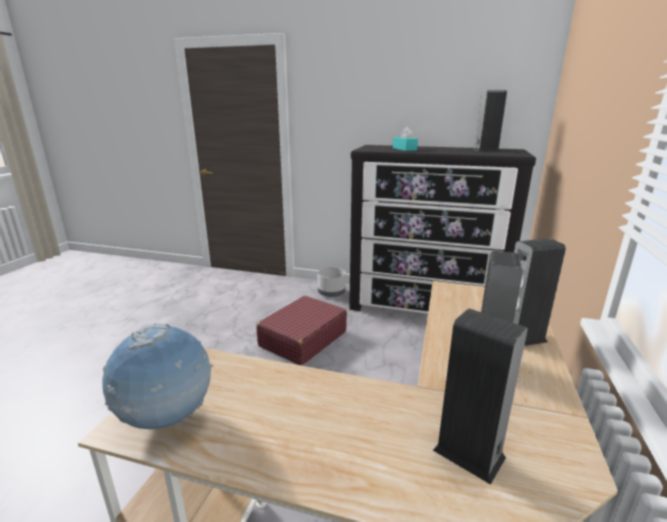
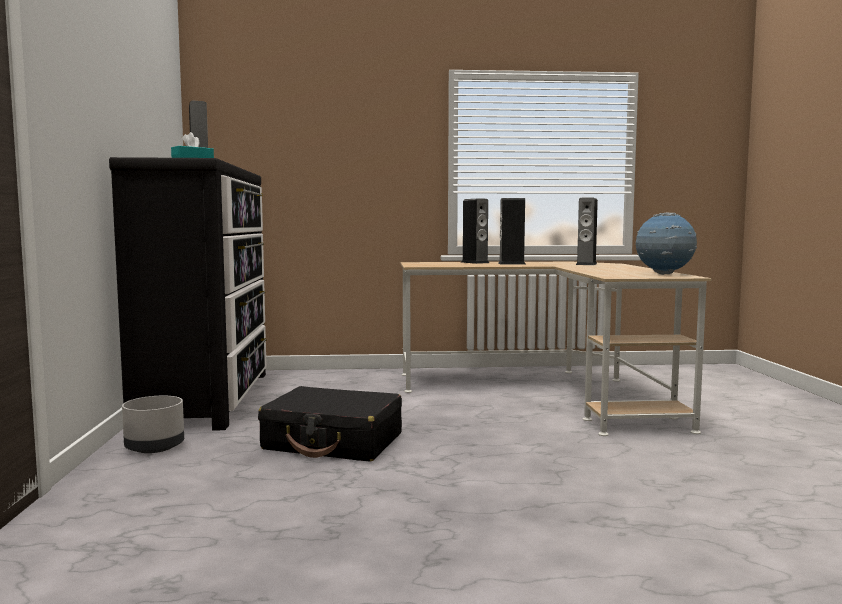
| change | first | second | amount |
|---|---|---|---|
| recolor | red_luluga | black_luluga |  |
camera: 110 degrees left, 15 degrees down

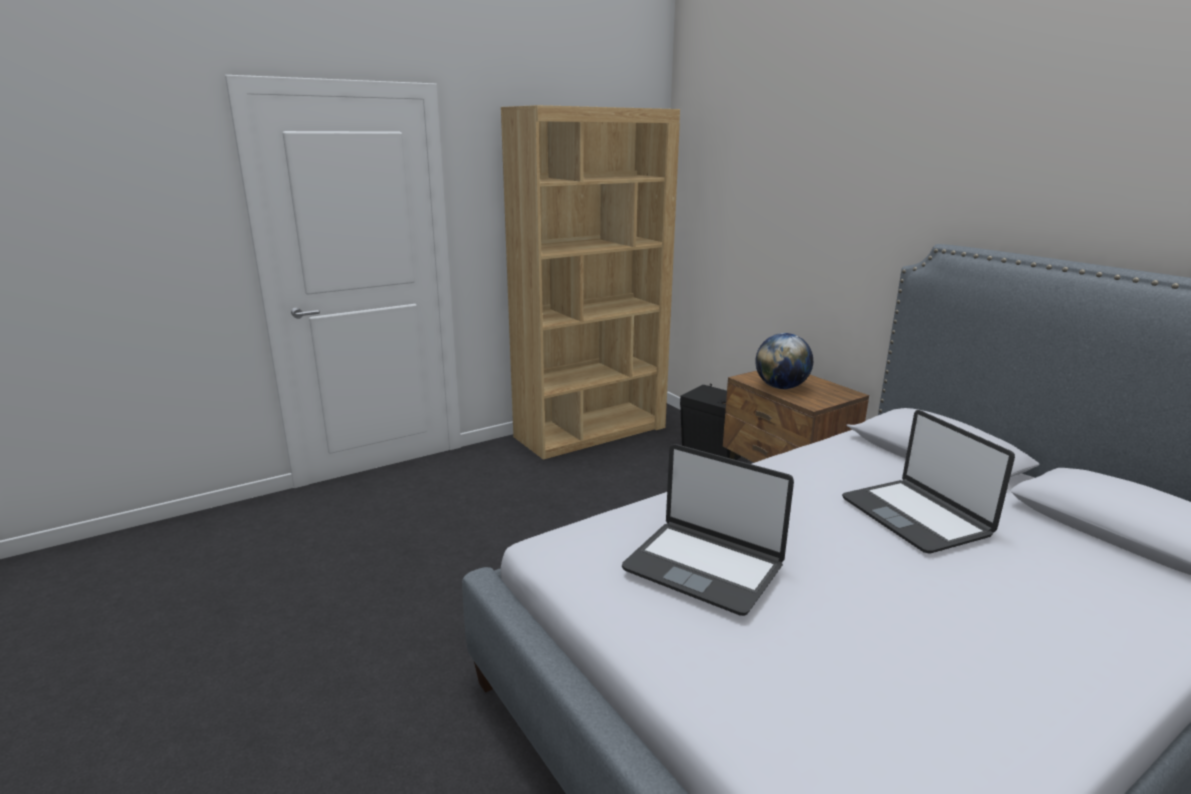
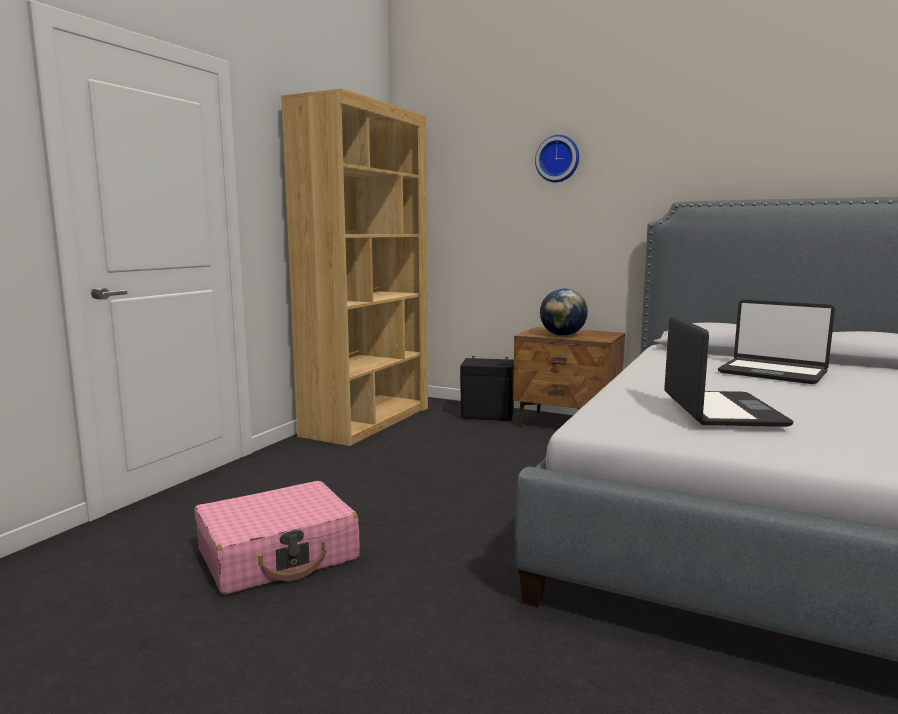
| change | first | second | amount |
|---|---|---|---|
| rotate | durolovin (1st from left) |  | 90 degrees counterclockwise |
| insert |  | pink_luluga |  |
| insert |  | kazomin |  |
camera: 30 degrees left, 10 degrees down

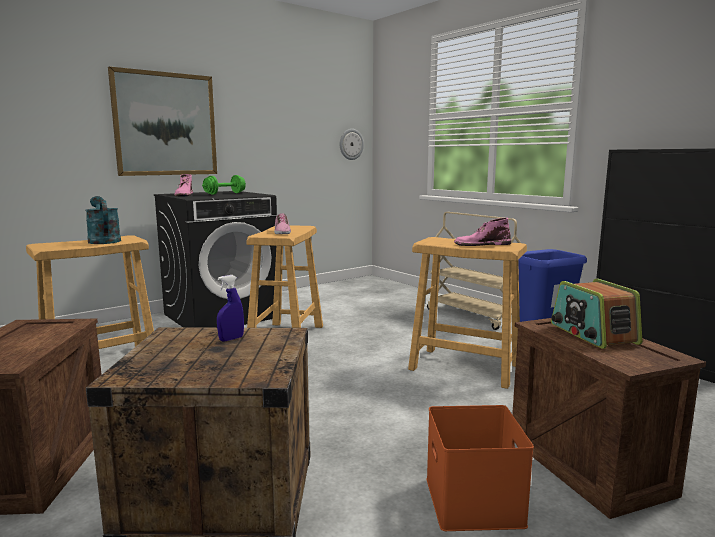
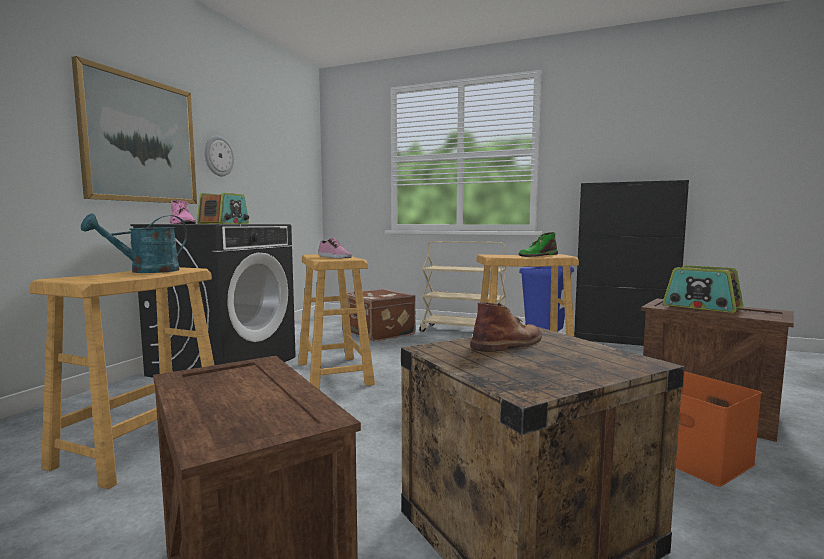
| change | first | second | amount |
|---|---|---|---|
| rotate | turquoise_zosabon |  | 75 degrees counterclockwise |
| replace | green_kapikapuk | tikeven (1st from left) |  |
| replace | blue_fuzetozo | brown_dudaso |  |
| move | kazomin |  |  |
| recolor | pink_dudaso (2nd from left) | green_dudaso |  |
| insert |  | brown_luluga |  |
camera: 30 degrees left, 5 degrees down

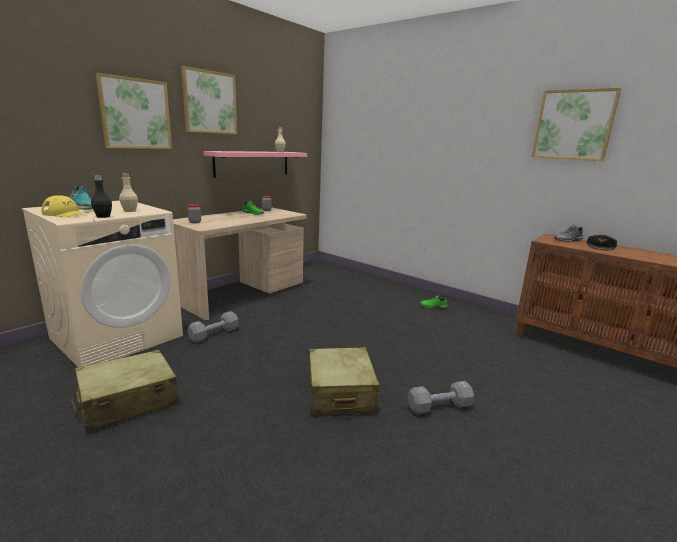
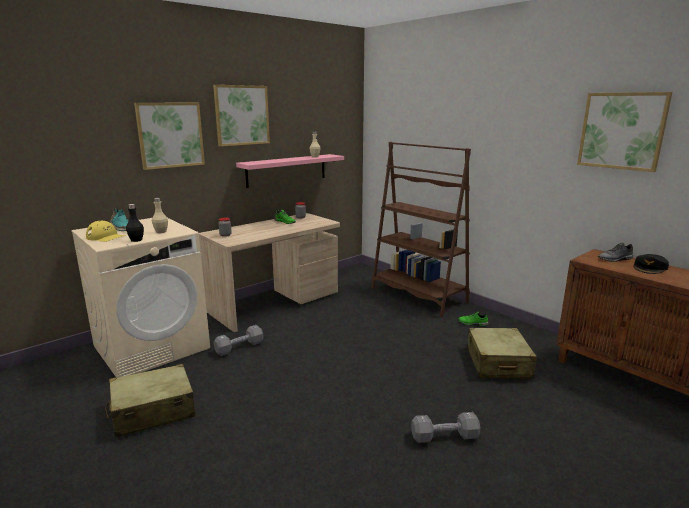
| change | first | second | amount |
|---|---|---|---|
| move | beige_luluga (2nd from left) |  |  |
| insert |  | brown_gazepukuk |  |
camera: 10 degrees right, 0 degrees up

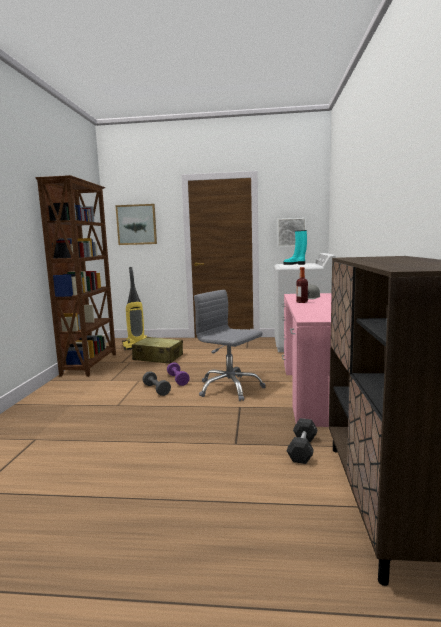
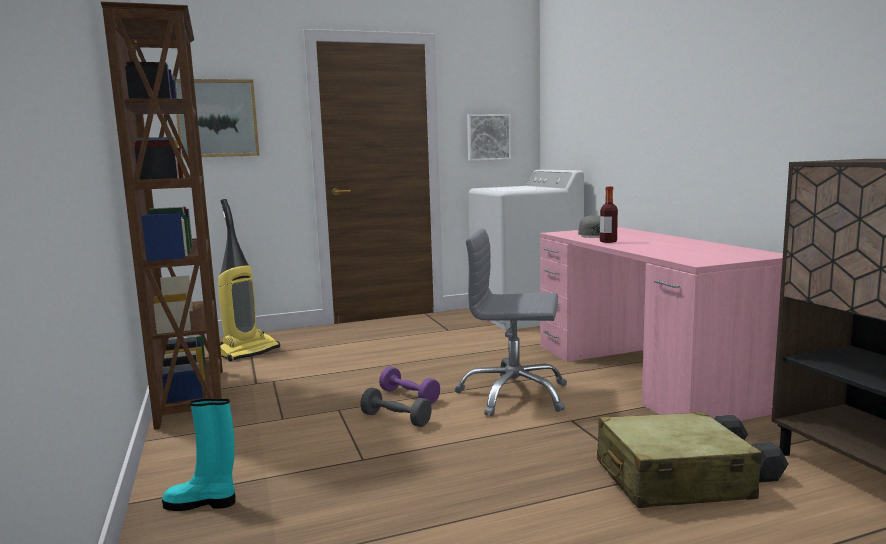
| change | first | second | amount |
|---|---|---|---|
| move | beige_luluga |  |  |
| move | turquoise_dudaso |  |  |
camera: 25 degrees left, 0 degrees up

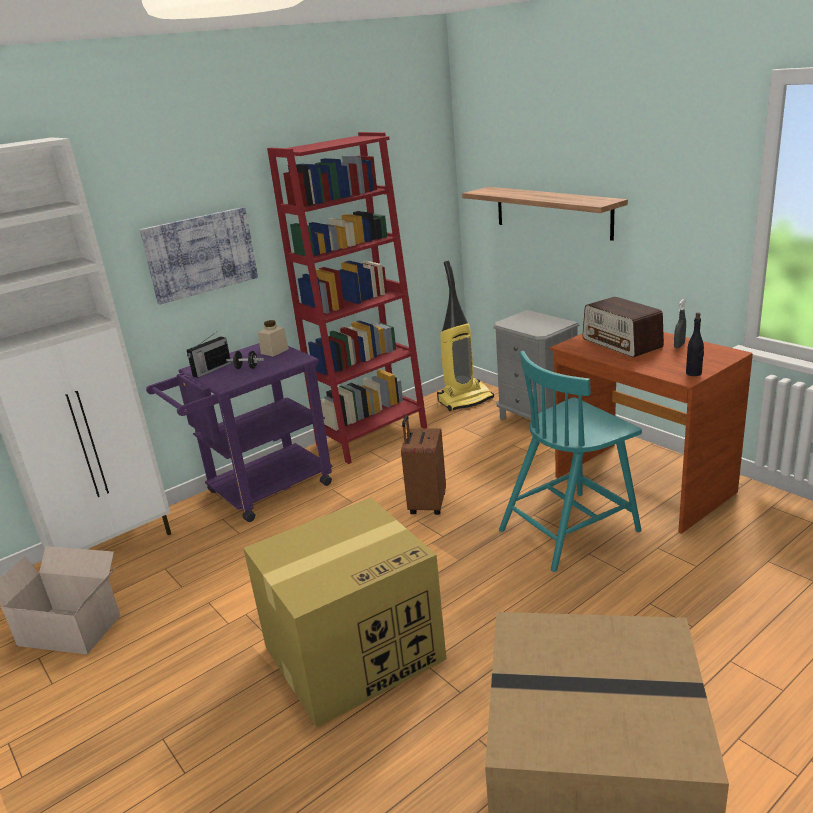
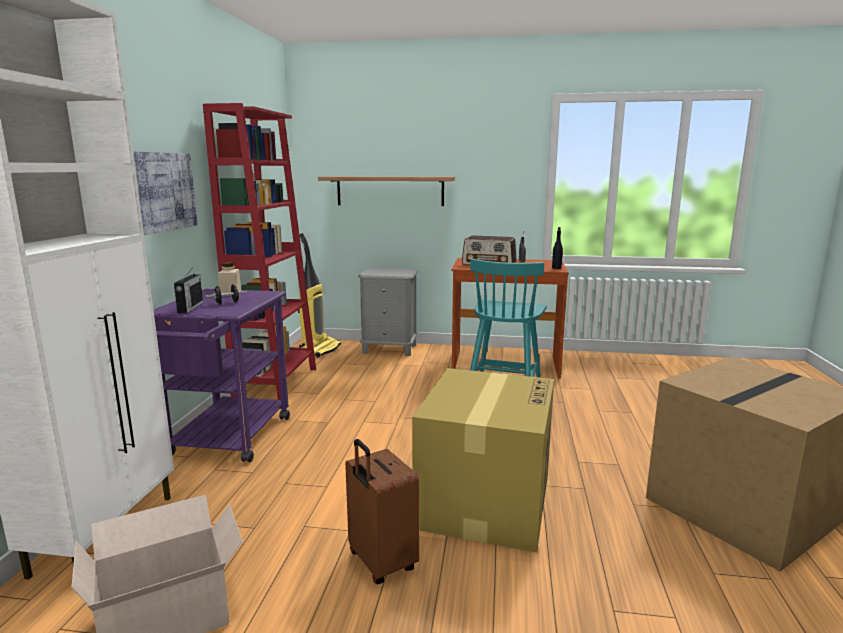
| change | first | second | amount |
|---|---|---|---|
| move | brown_luluga |  |  |
camera: 45 degrees left, 10 degrees down

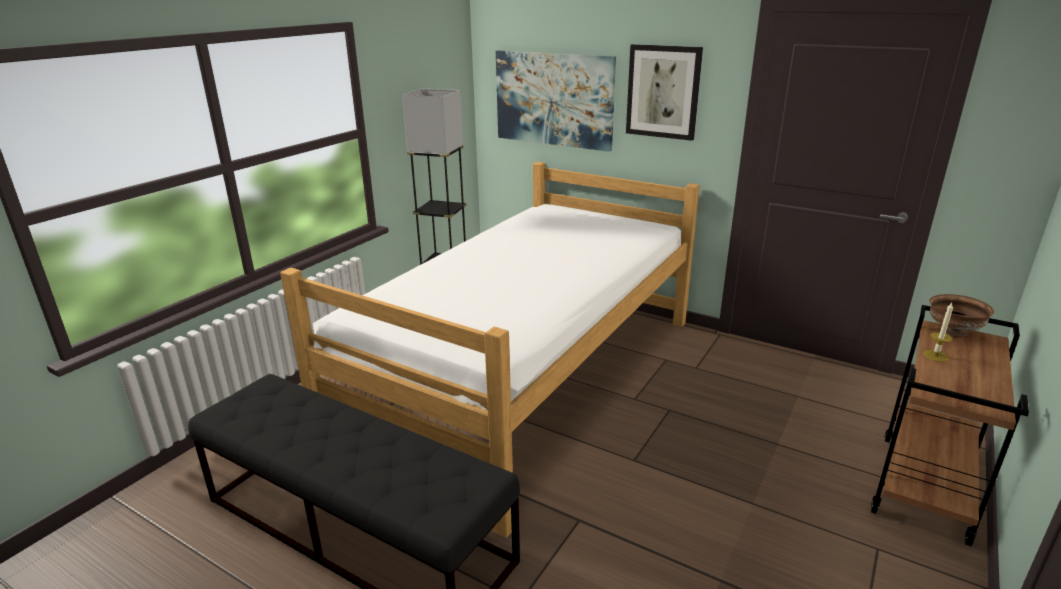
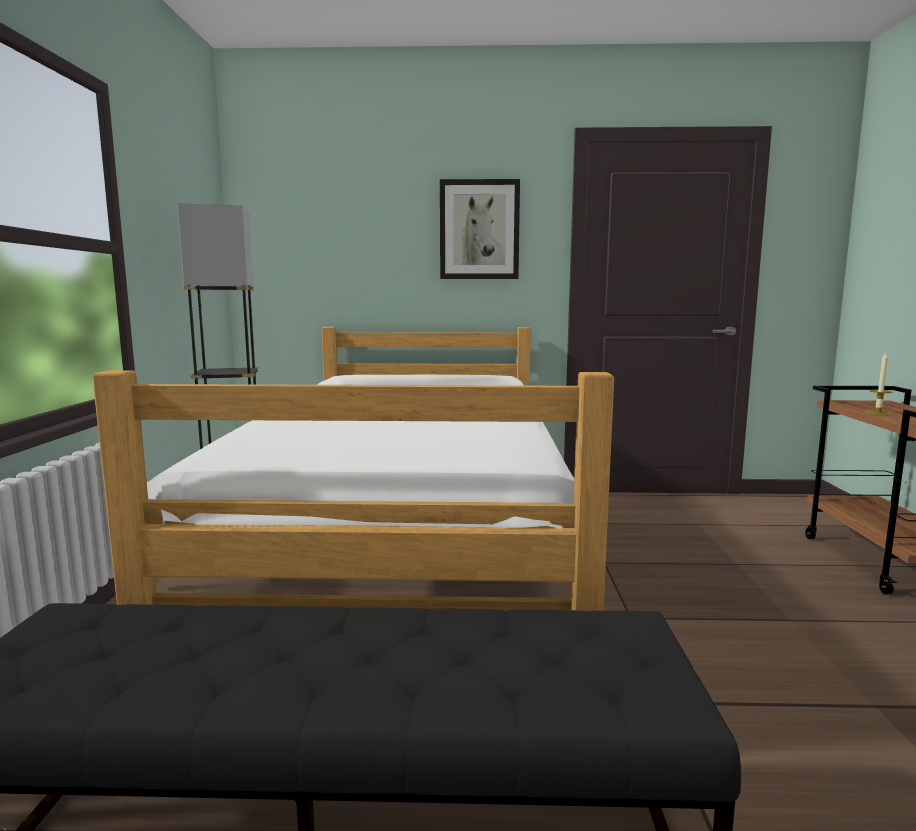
| change | first | second | amount |
|---|---|---|---|
| delete | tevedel (1st from left) |  |  |
| delete | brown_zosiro |  |  |
camera: 30 degrees left, 15 degrees down

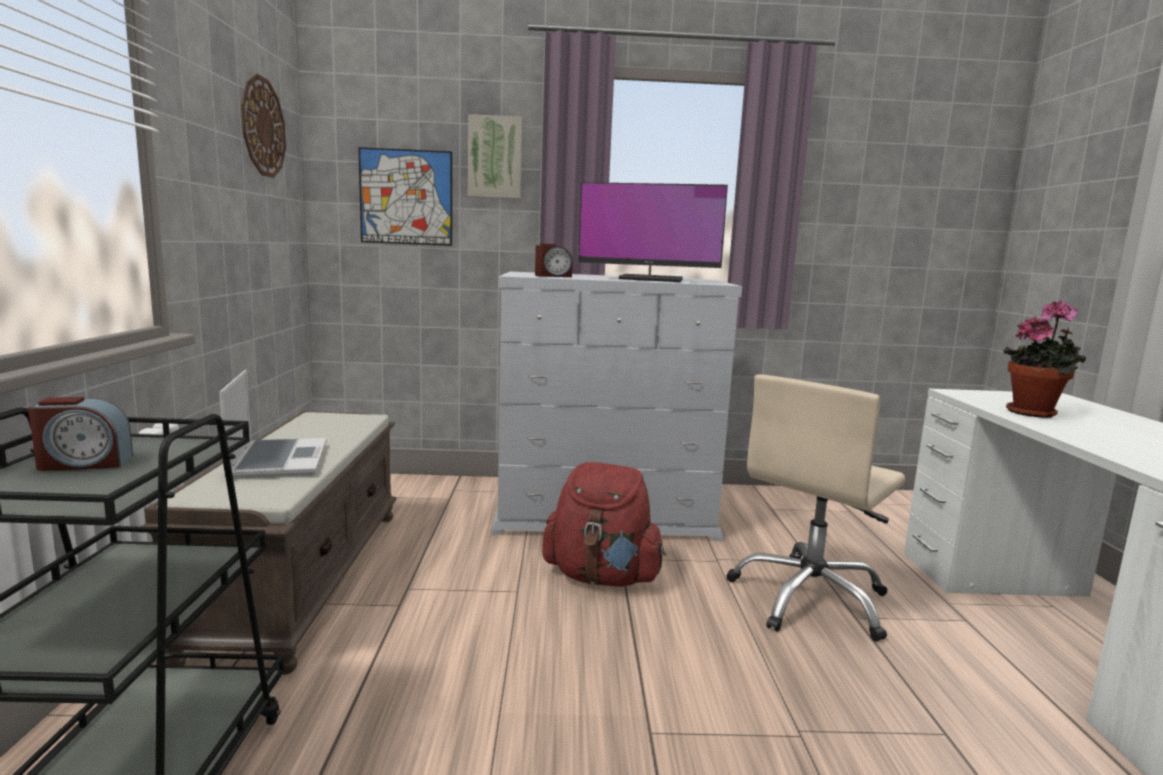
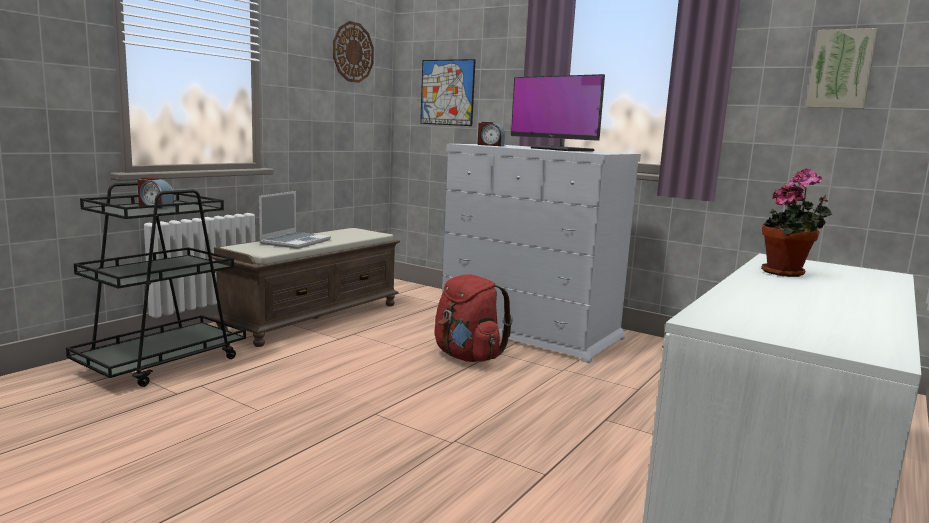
| change | first | second | amount |
|---|---|---|---|
| move | tevedel (2nd from left) |  |  |
| delete | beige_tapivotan |  |  |
camera: 35 degrees right, 0 degrees up

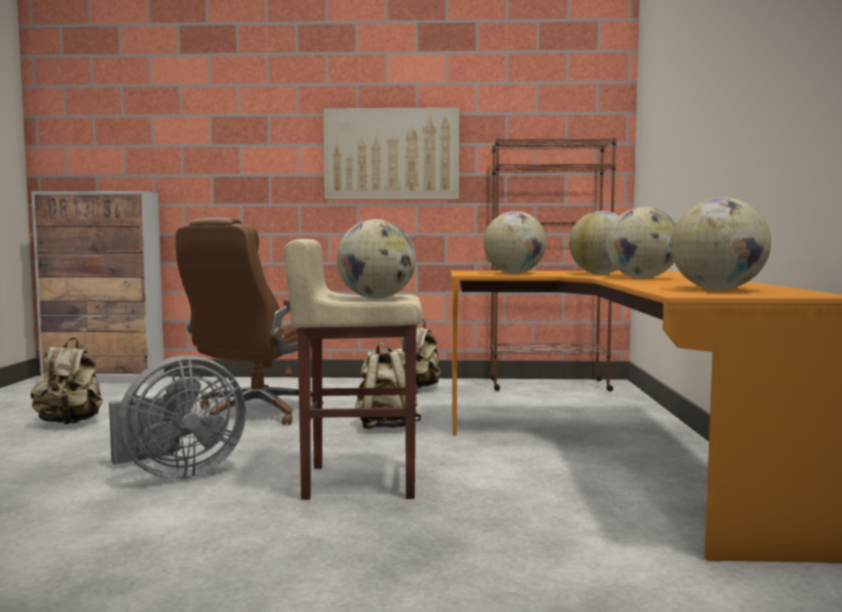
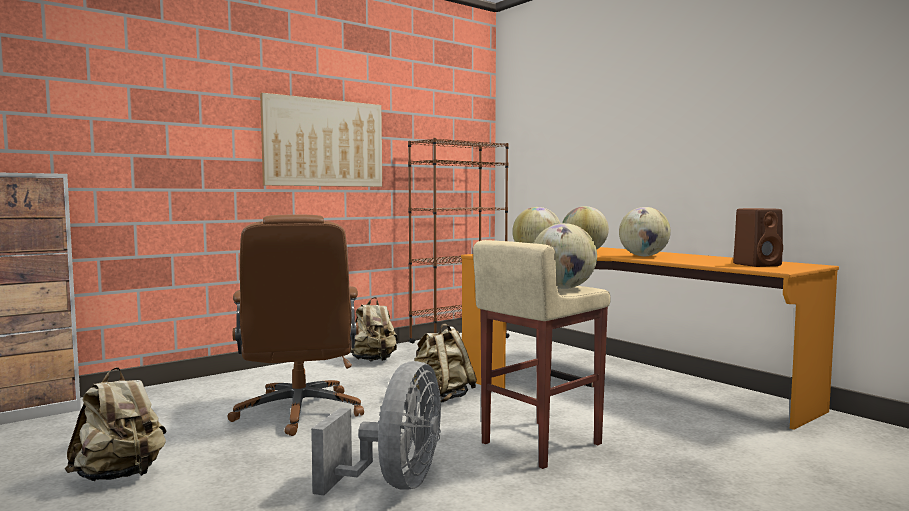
| change | first | second | amount |
|---|---|---|---|
| replace | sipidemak (5th from left) | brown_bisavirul |  |
camera: 40 degrees left, 0 degrees up

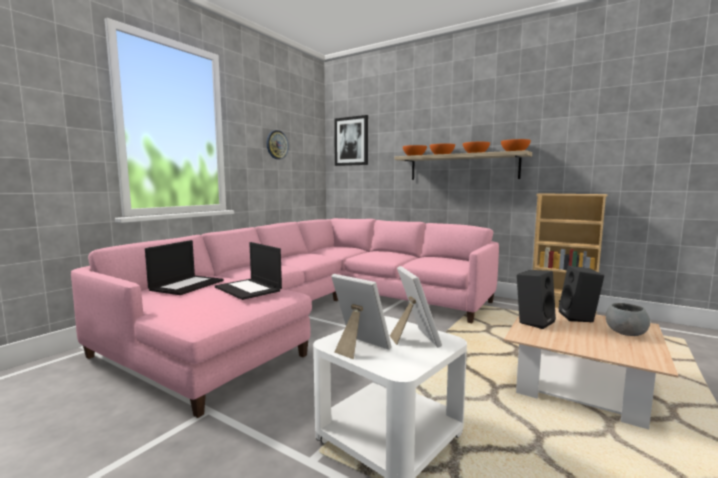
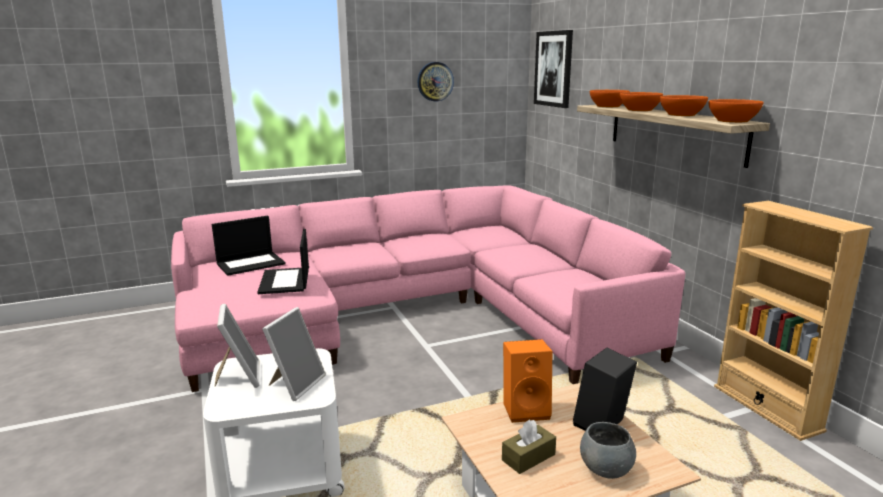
| change | first | second | amount |
|---|---|---|---|
| recolor | black_bisavirul (1st from left) | orange_bisavirul |  |
| insert |  | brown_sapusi |  |
camera: 35 degrees right, 10 degrees up

